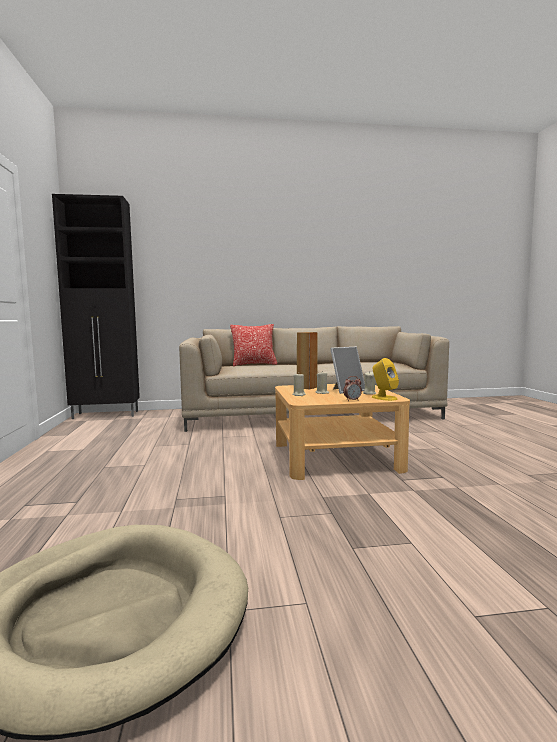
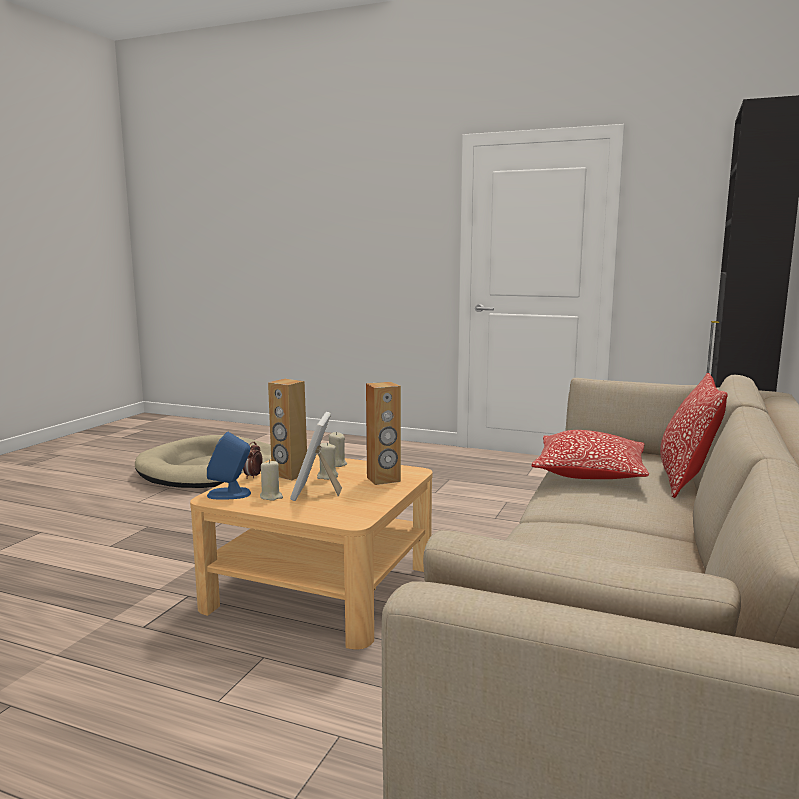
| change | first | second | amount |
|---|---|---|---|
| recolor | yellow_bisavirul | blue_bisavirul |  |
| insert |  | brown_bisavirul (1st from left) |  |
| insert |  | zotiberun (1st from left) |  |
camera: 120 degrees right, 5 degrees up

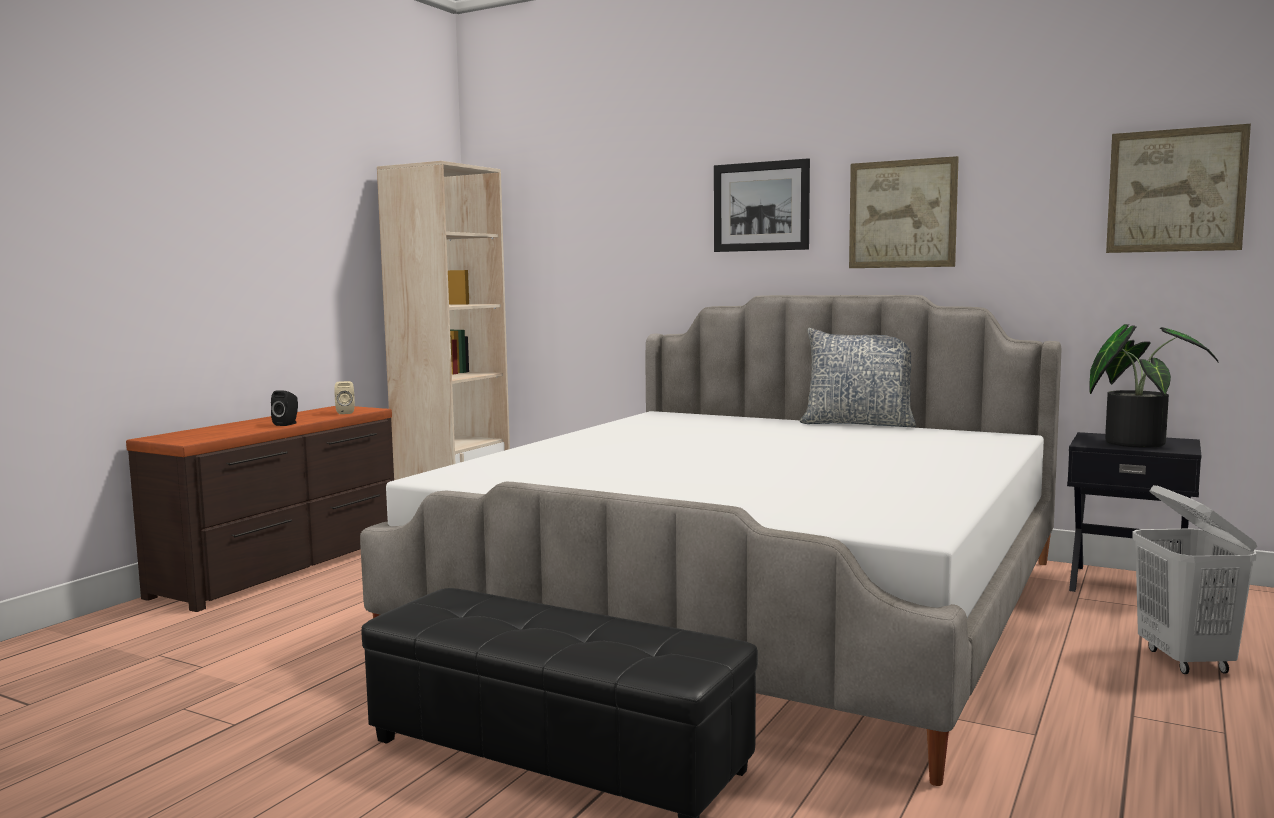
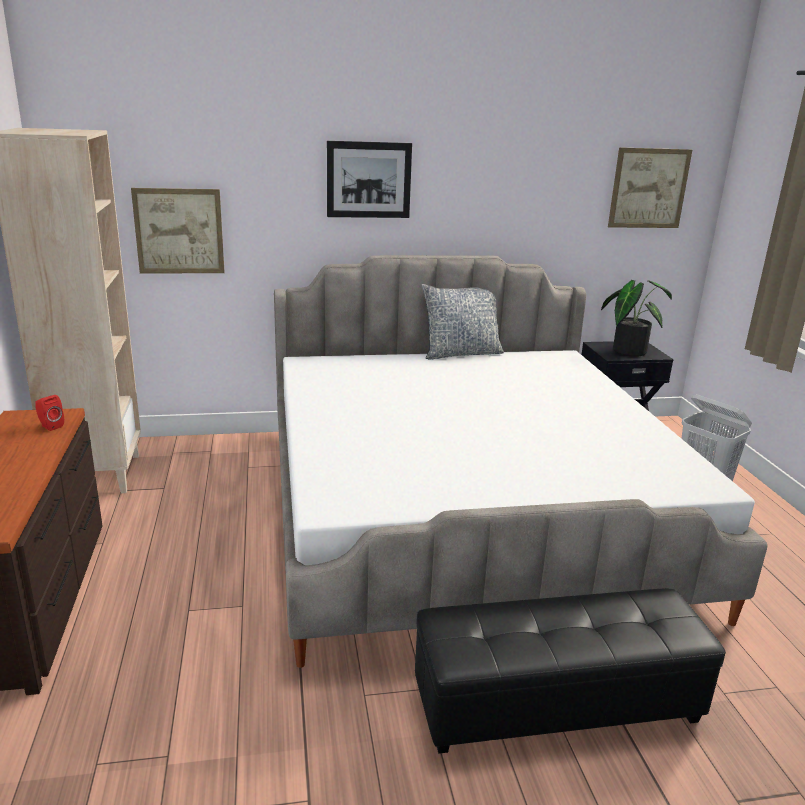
| change | first | second | amount |
|---|---|---|---|
| delete | black_bisavirul |  |  |
| recolor | beige_bisavirul | red_bisavirul |  |
| move | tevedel (2nd from left in the first image) | tevedel (1st from left) |  |
camera: 40 degrees left, 15 degrees up

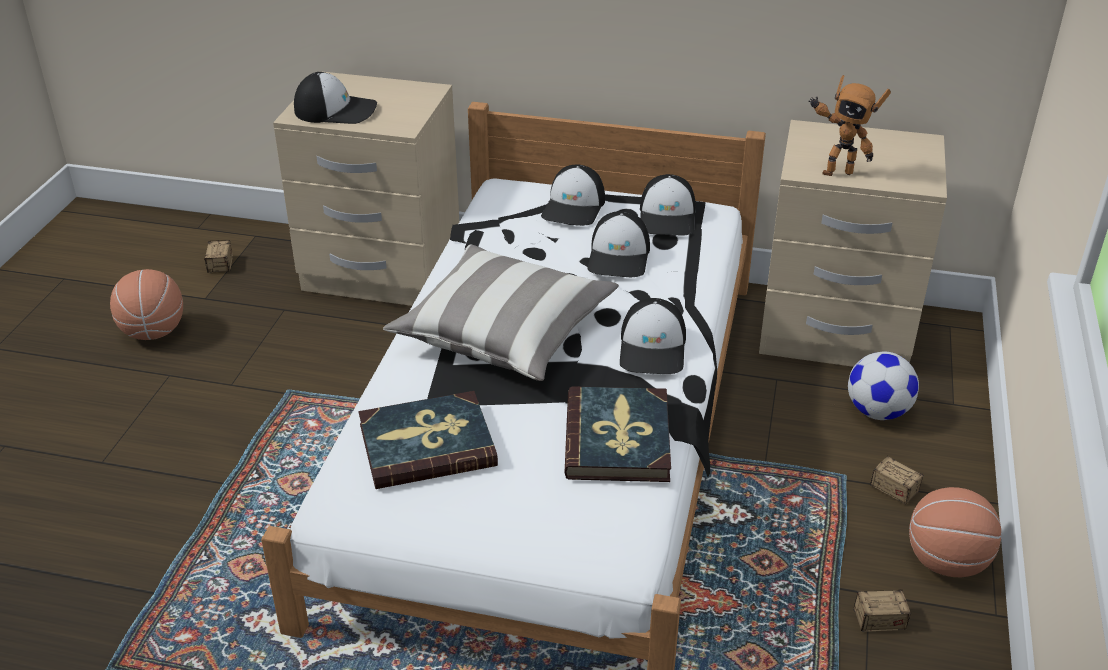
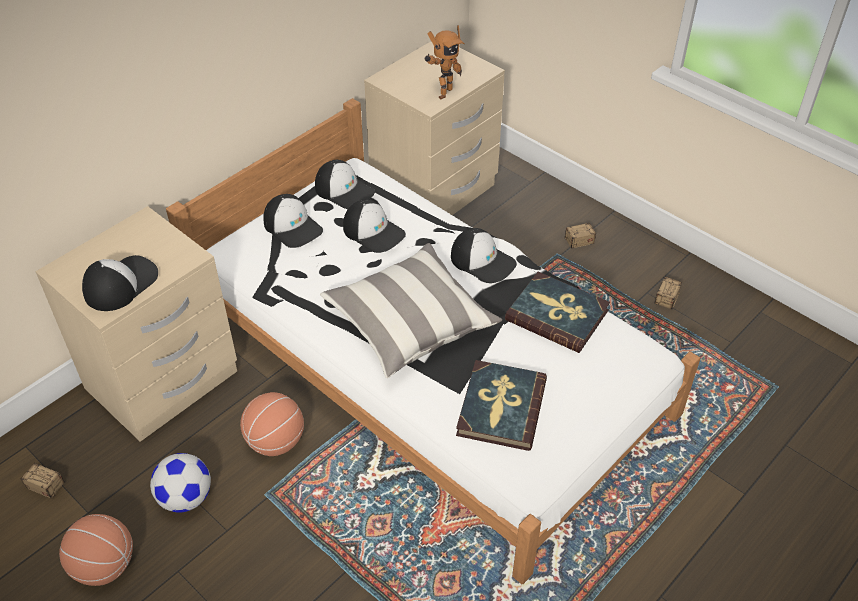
| change | first | second | amount |
|---|---|---|---|
| move | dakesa |  |  |
| move | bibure (2nd from left) |  |  |
camera: 60 degrees left, 10 degrees up

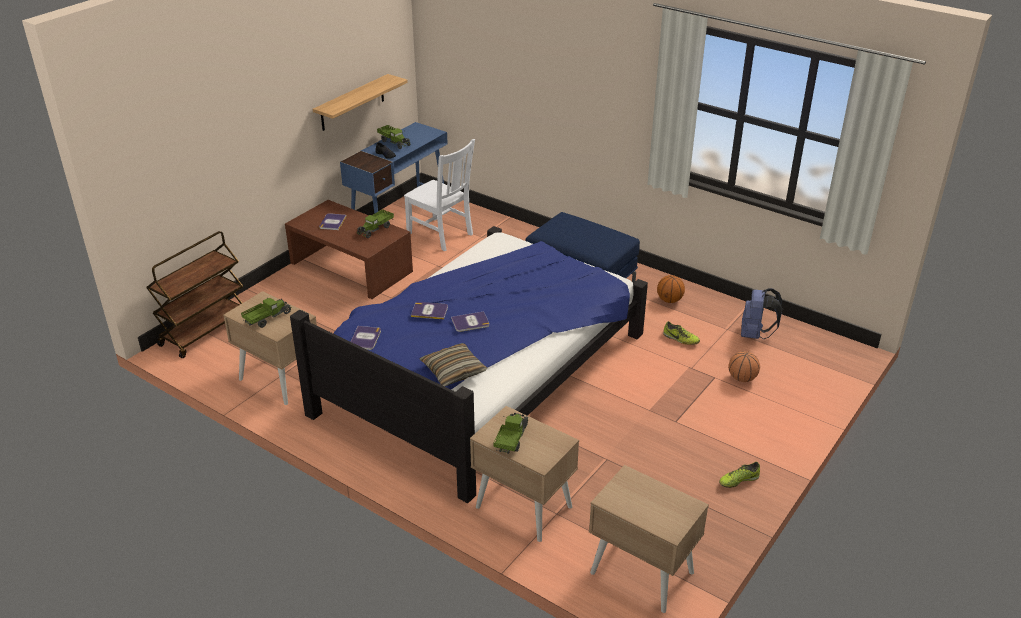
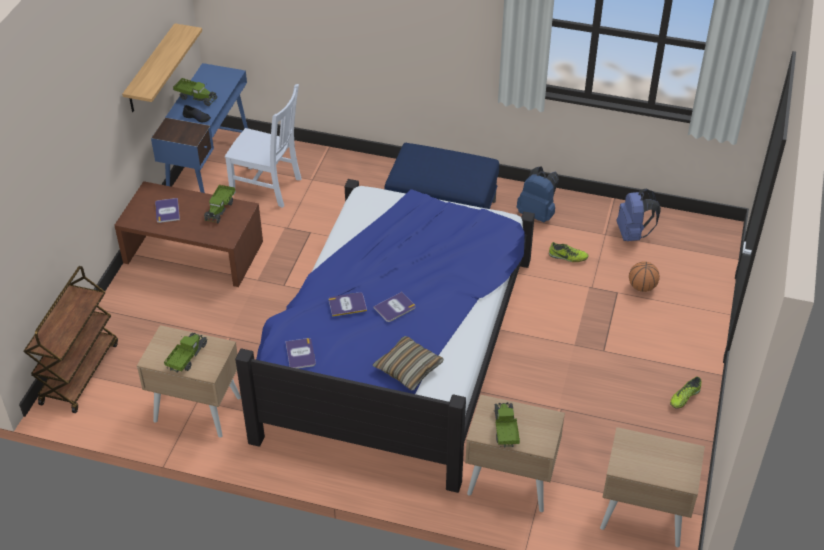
| change | first | second | amount |
|---|---|---|---|
| replace | bibure (1st from left) | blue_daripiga (1st from left) |  |
camera: 20 degrees left, 10 degrees up

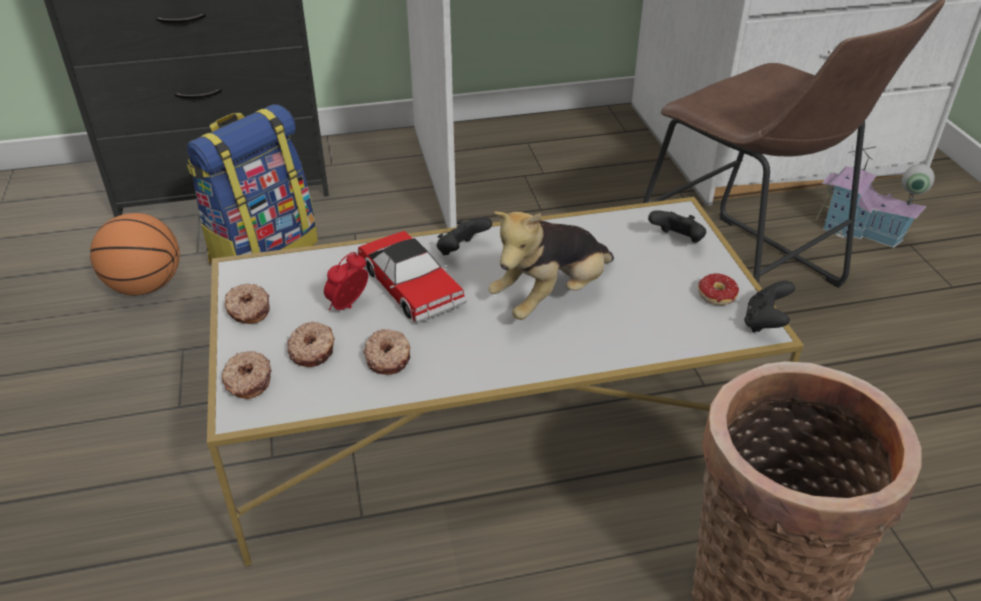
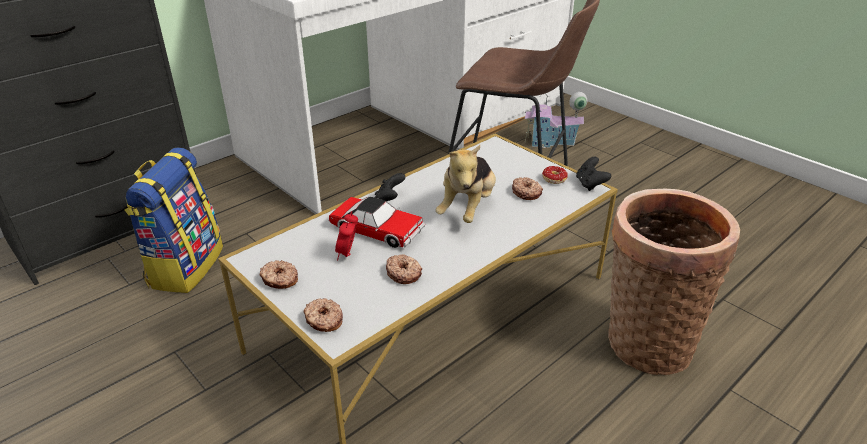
| change | first | second | amount |
|---|---|---|---|
| delete | bibure |  |  |
| move | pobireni (3rd from left in the first image) | pobireni (4th from left) |  |
| delete | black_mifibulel (2nd from left) |  |  |
camera: 30 degrees left, 5 degrees down

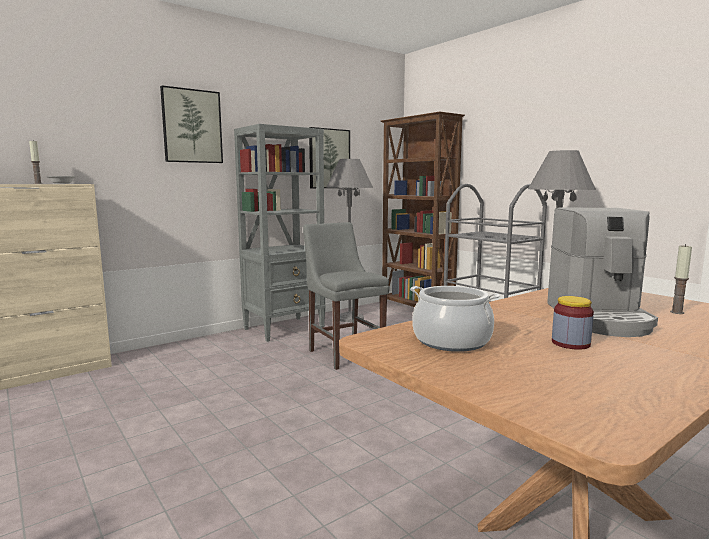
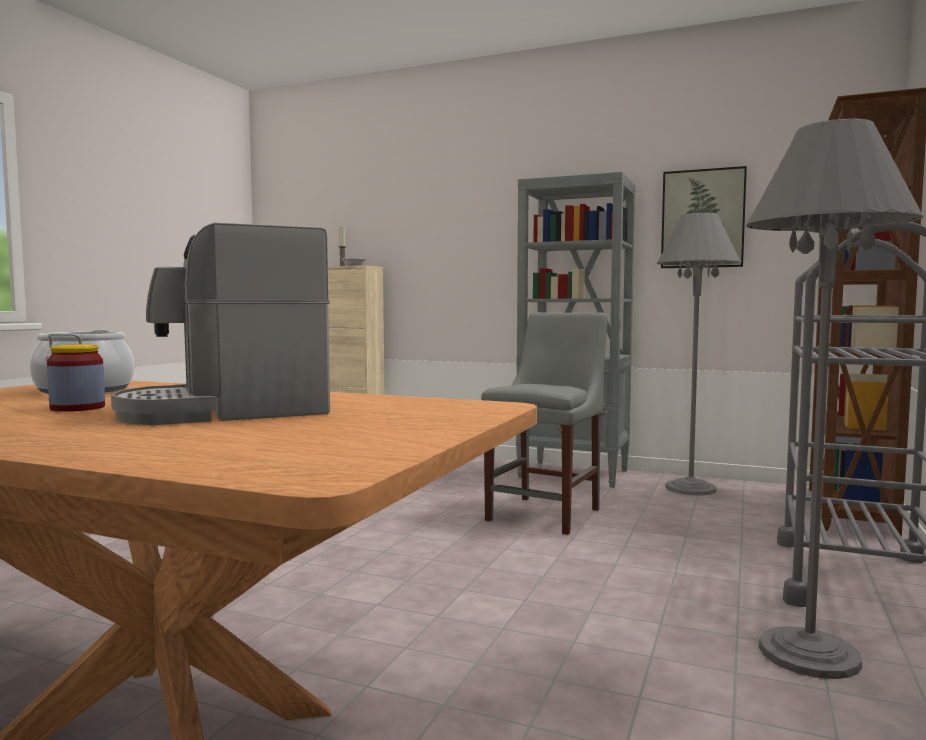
| change | first | second | amount |
|---|---|---|---|
| delete | tevedel (1st from left) |  |  |
| delete | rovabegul (2nd from left) |  |  |
camera: 60 degrees right, 5 degrees down

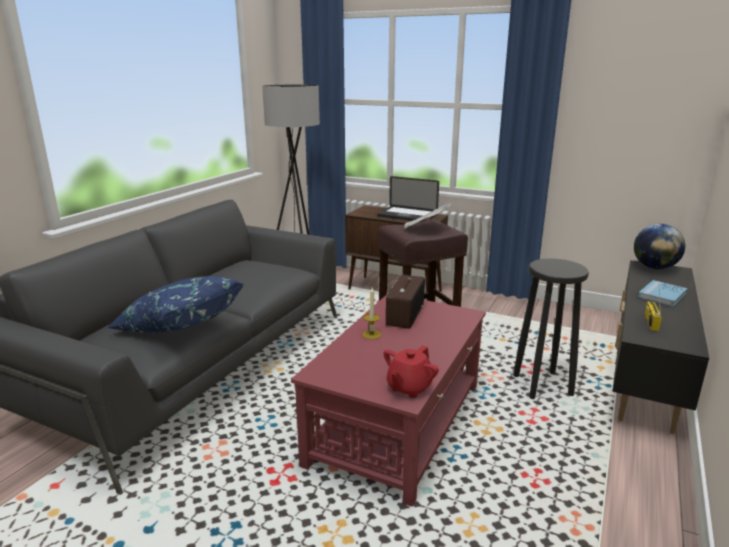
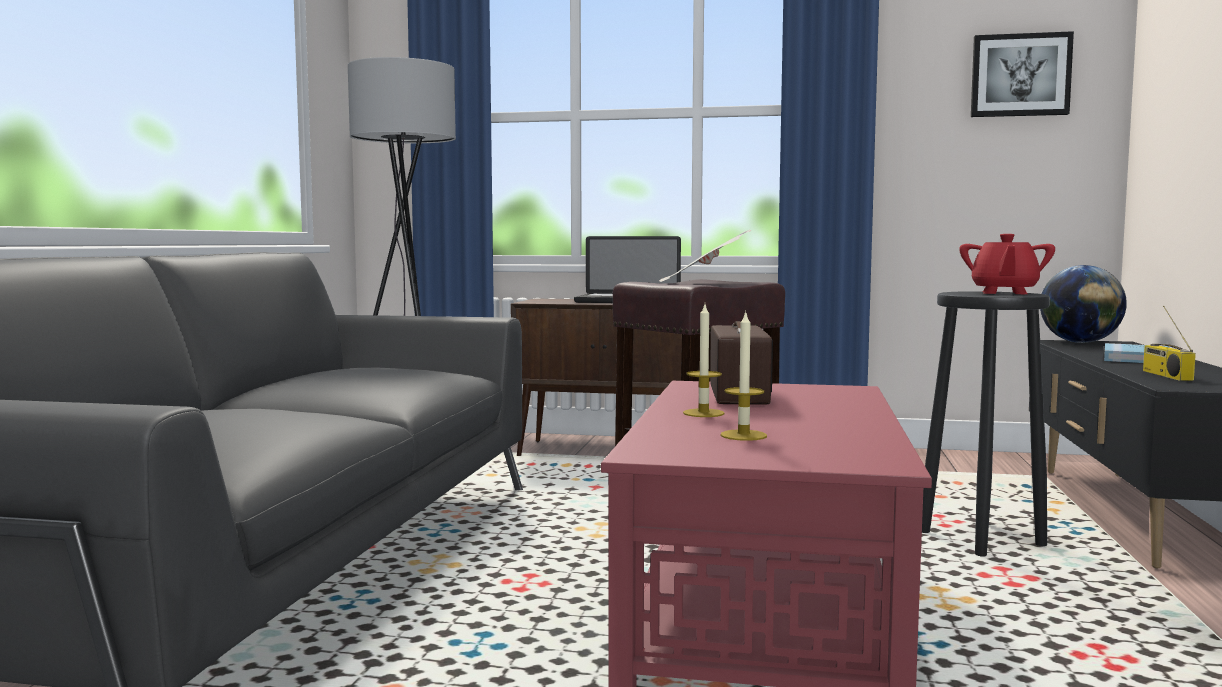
| change | first | second | amount |
|---|---|---|---|
| delete | blue_zotiberun |  |  |
| move | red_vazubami |  |  |
| insert |  | rovabegul (2nd from left) |  |
| insert |  | tevedel |  |
camera: 15 degrees left, 15 degrees down

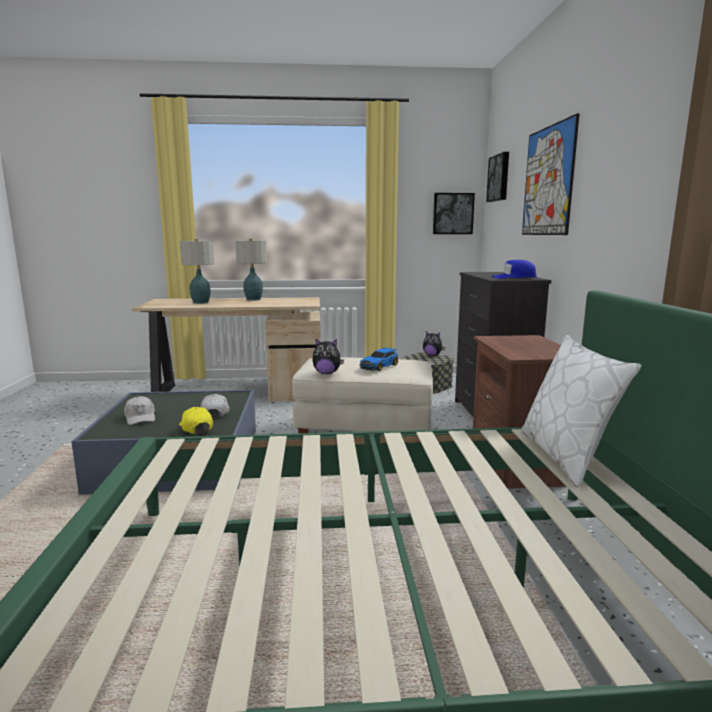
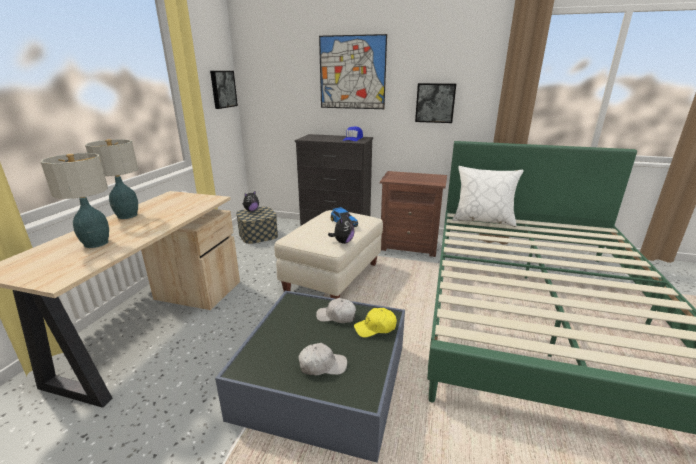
| change | first | second | amount |
|---|---|---|---|
| move | tevedel (2nd from left in the first image) | tevedel (3rd from left) |  |
camera: 70 degrees left, 10 degrees up

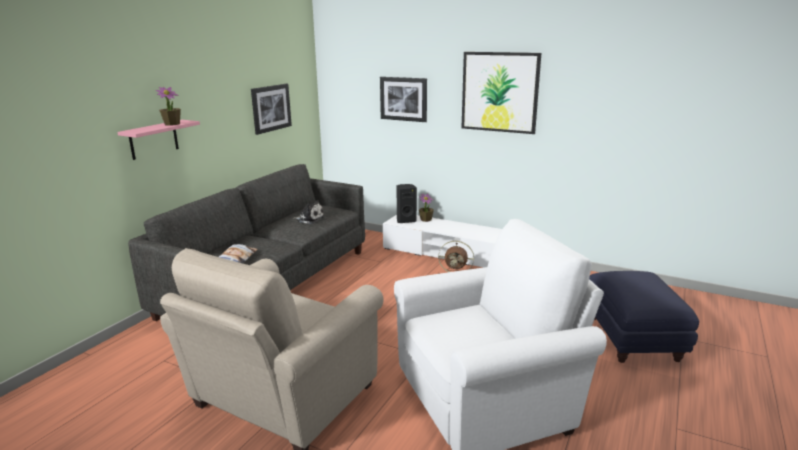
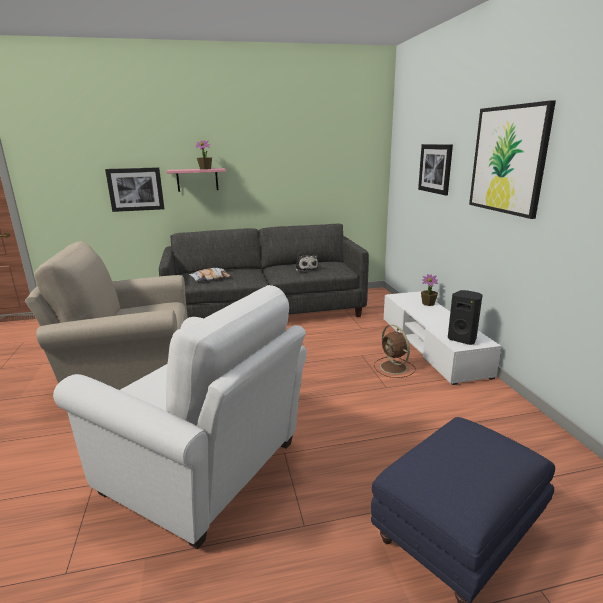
| change | first | second | amount |
|---|---|---|---|
| move | tevedel (1st from left) |  |  |
| move | black_bisavirul |  |  |
camera: 50 degrees right, 0 degrees up

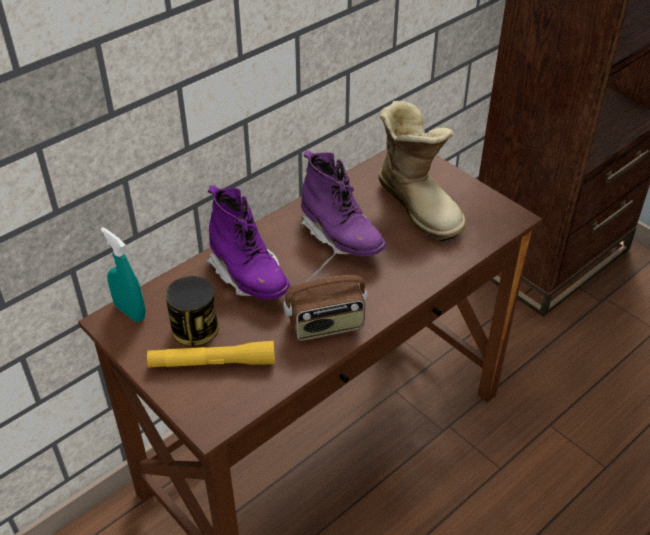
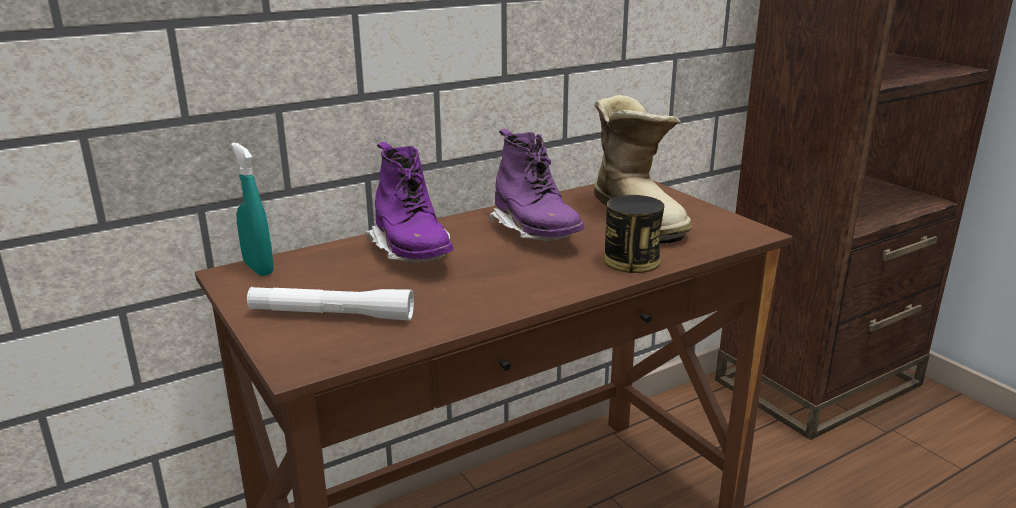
| change | first | second | amount |
|---|---|---|---|
| recolor | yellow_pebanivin | white_pebanivin |  |
| move | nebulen |  |  |
| delete | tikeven |  |  |
camera: 10 degrees right, 20 degrees down

